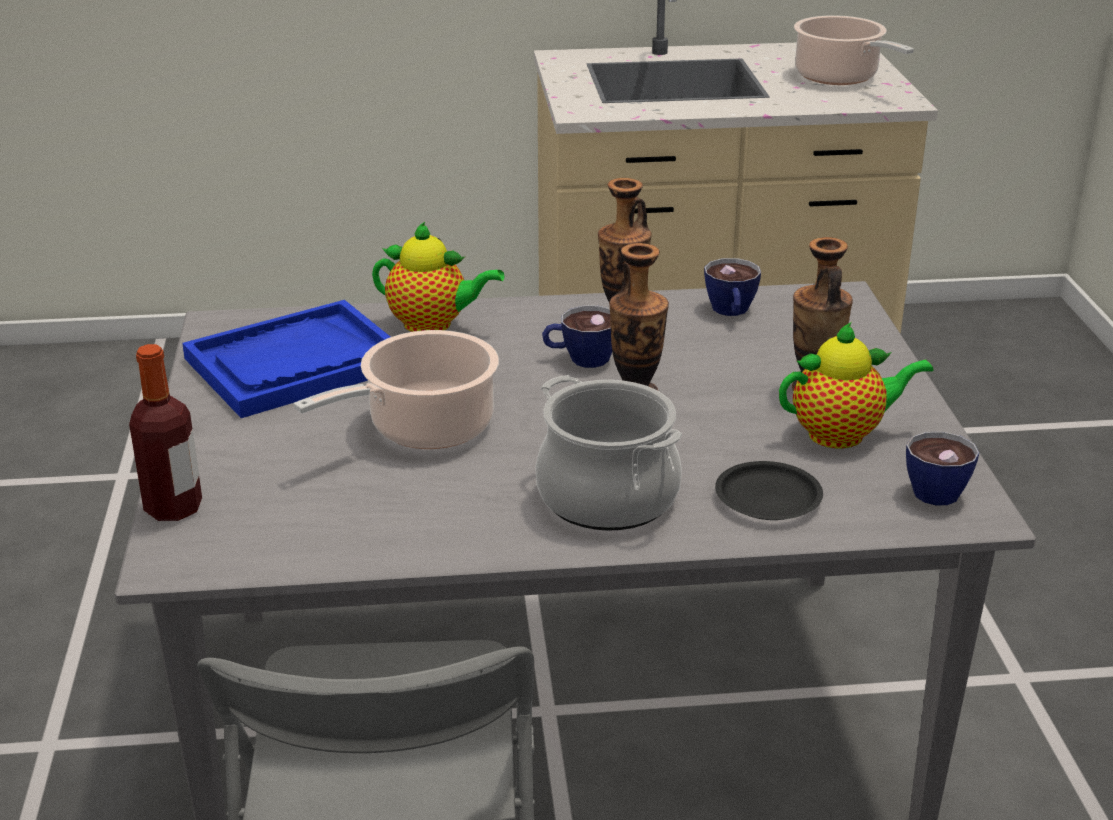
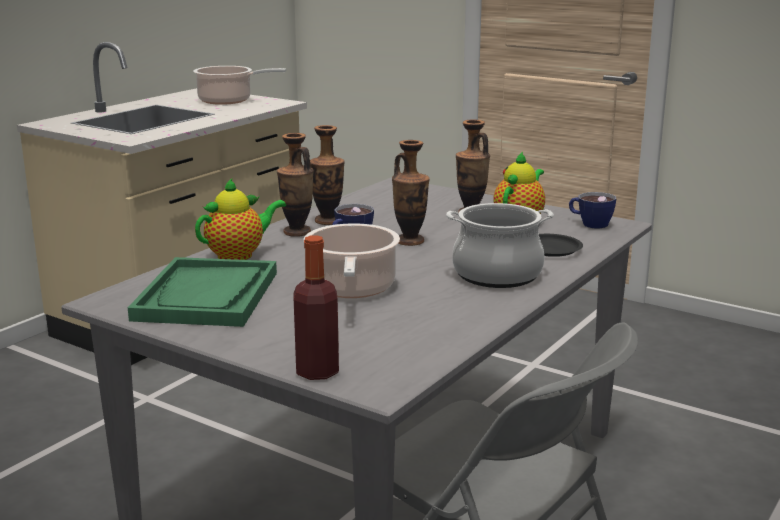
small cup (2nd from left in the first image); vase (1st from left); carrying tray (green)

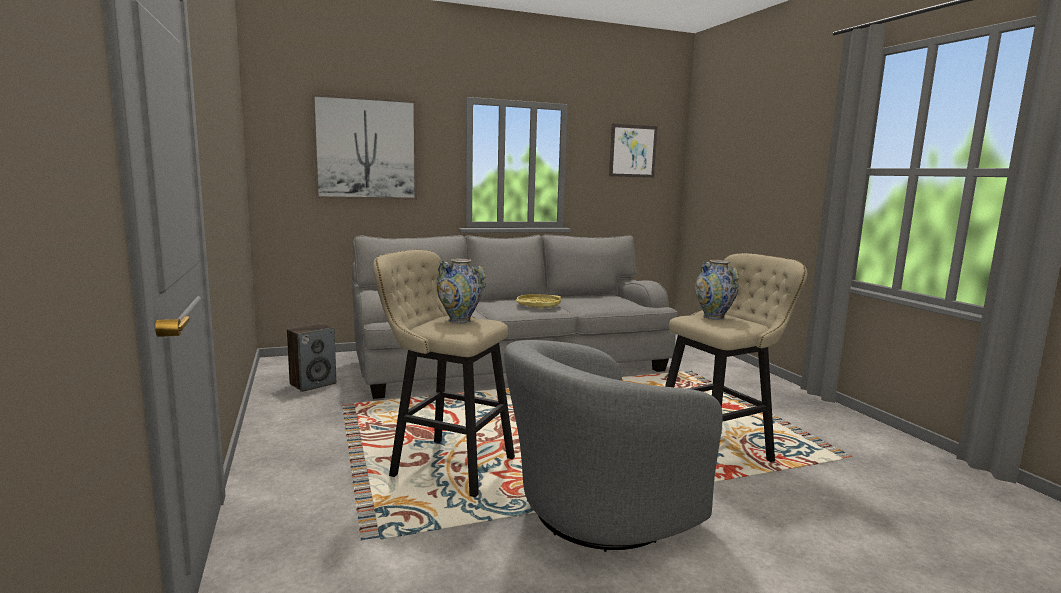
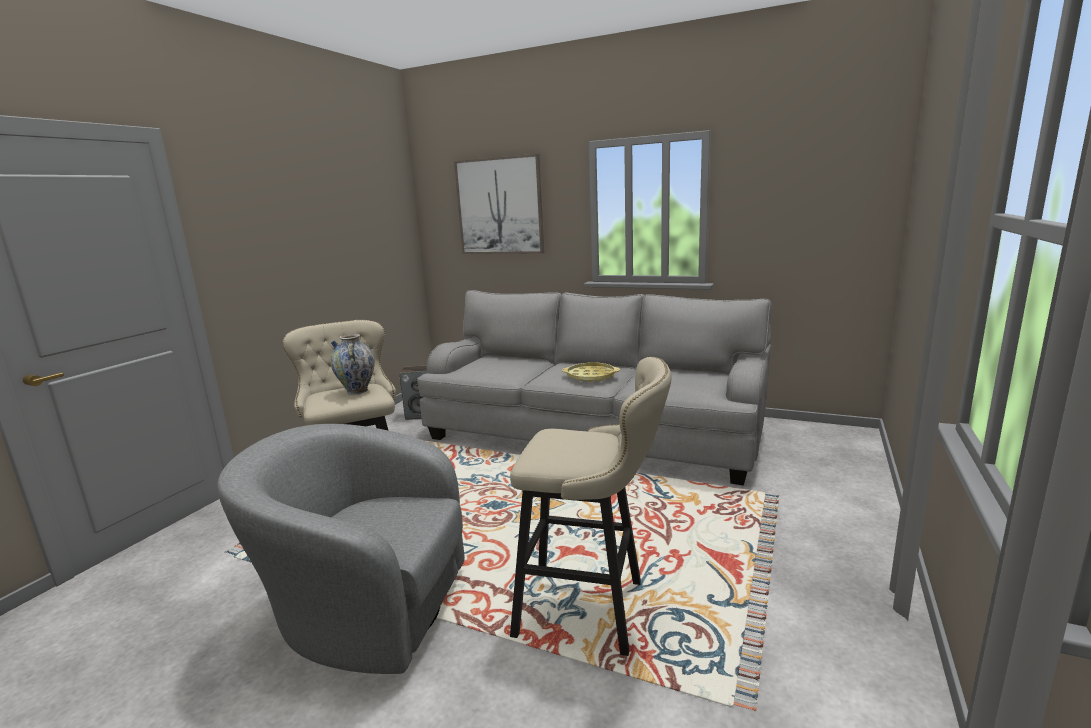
picture (2nd from left in the first image); vase (2nd from left in the first image)

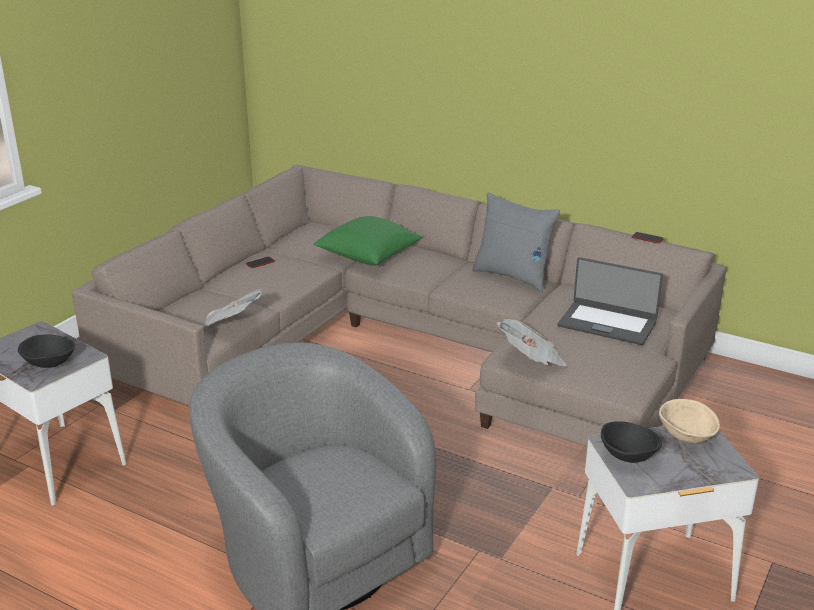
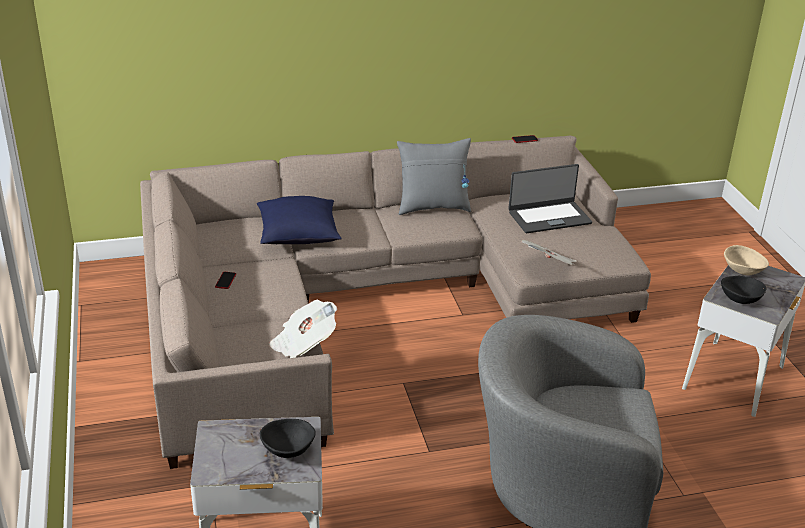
cushion (blue-coloured)

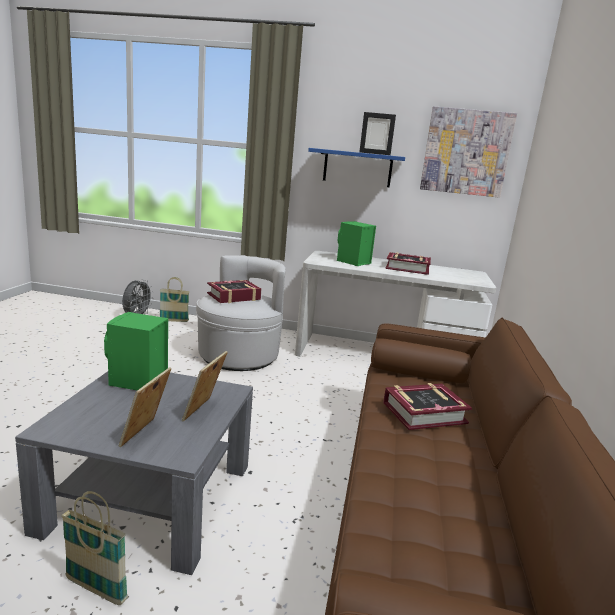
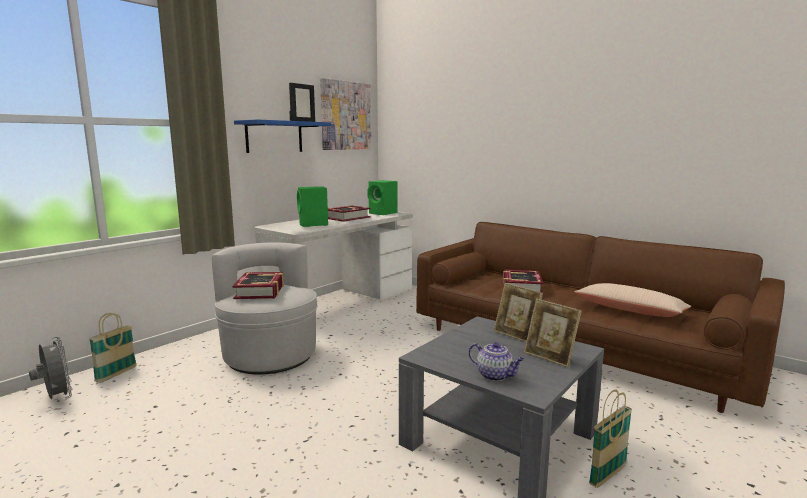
tea pot; cushion (beige); speaker (green) (2nd from left)

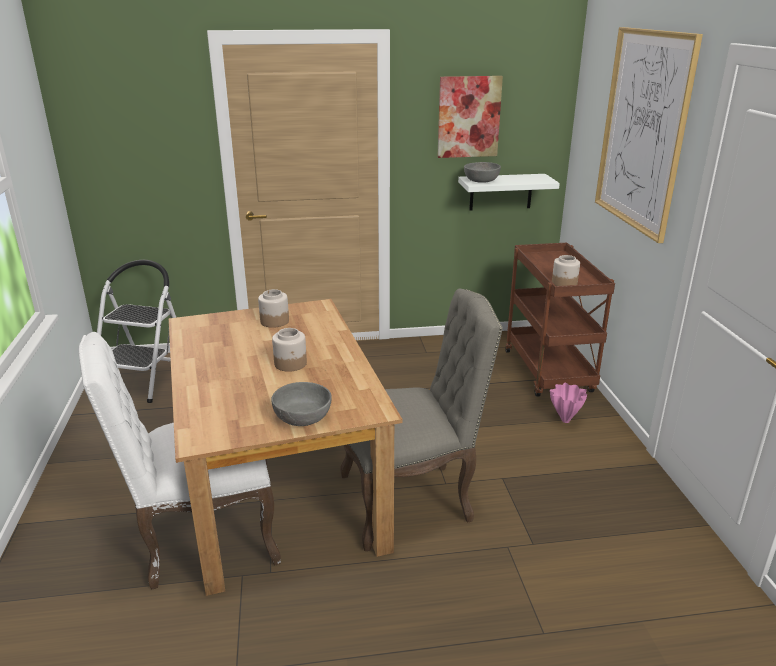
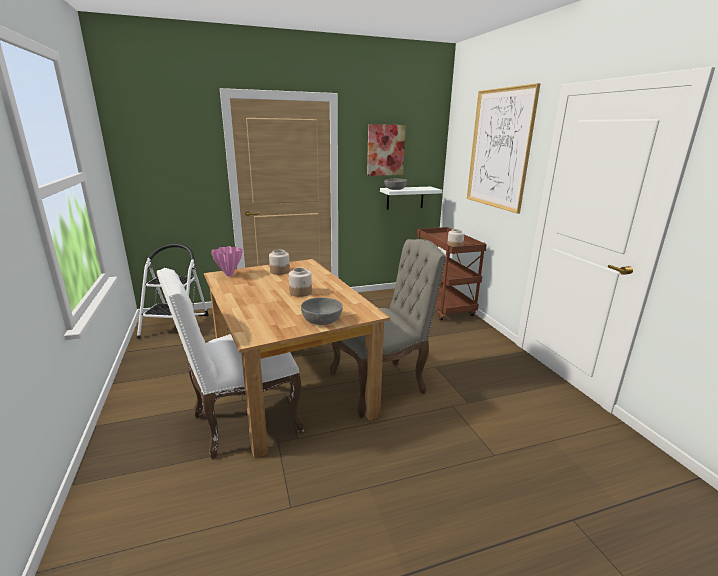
vase (pink)

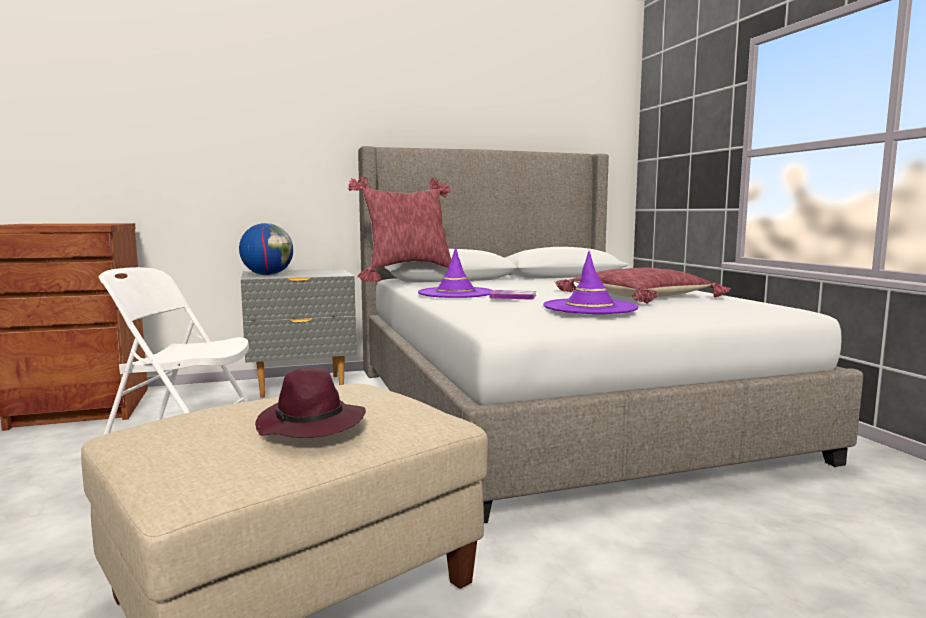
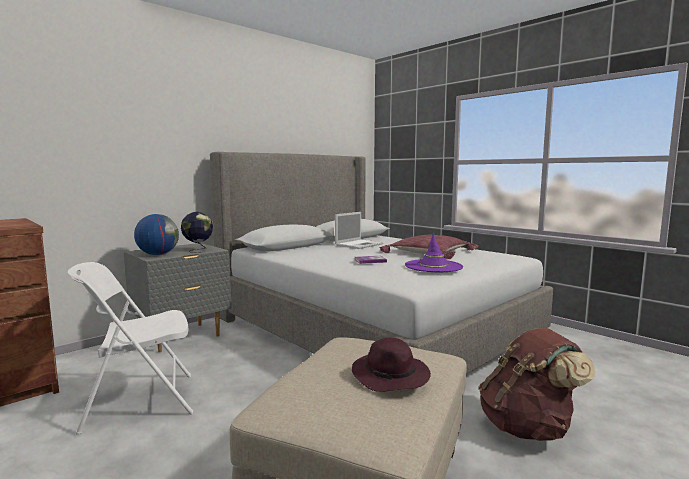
cushion (reddish) (1st from left in the first image); hat (purple) (2nd from left in the first image); world globe (2nd from left); portable computer; backpack (brown-coloured)

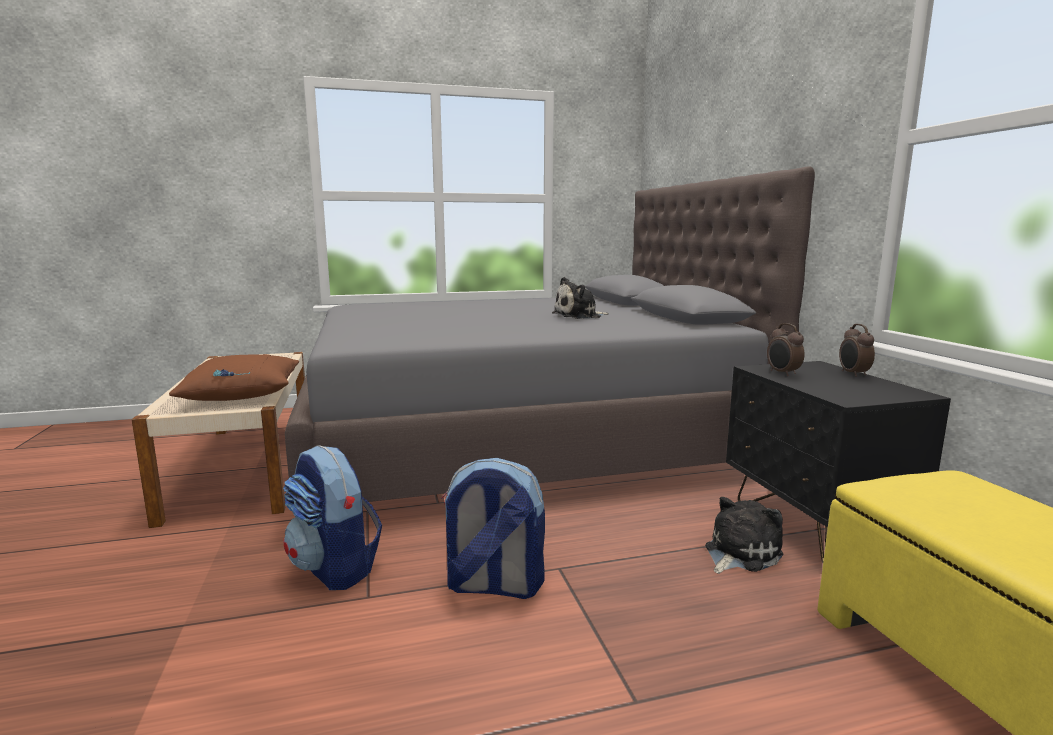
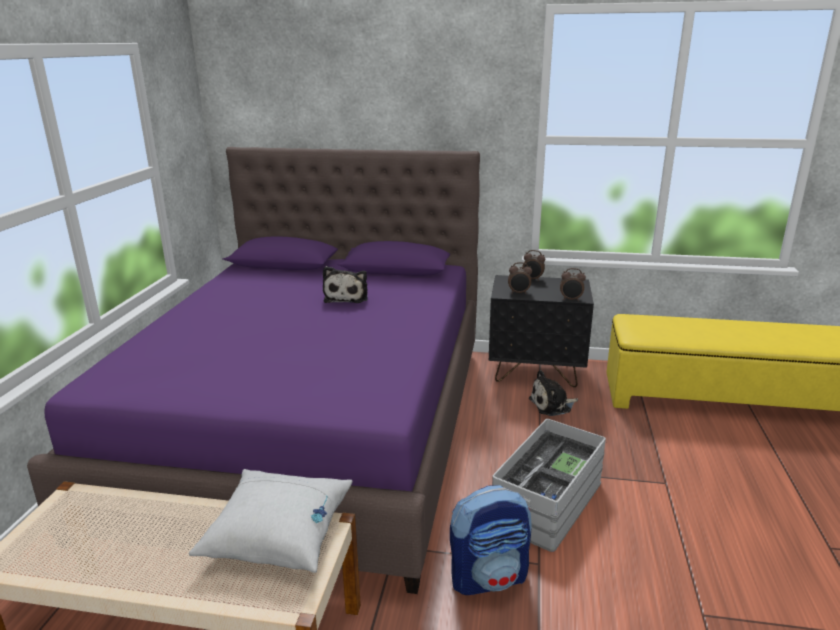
alarm clock (3rd from left); storage container (grey); cushion (grey); bedroom bed (purple); plush toy (2nd from left)

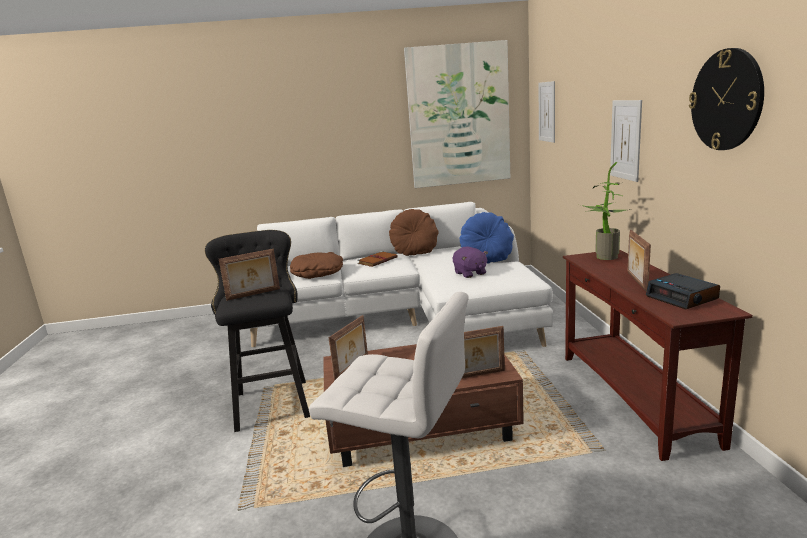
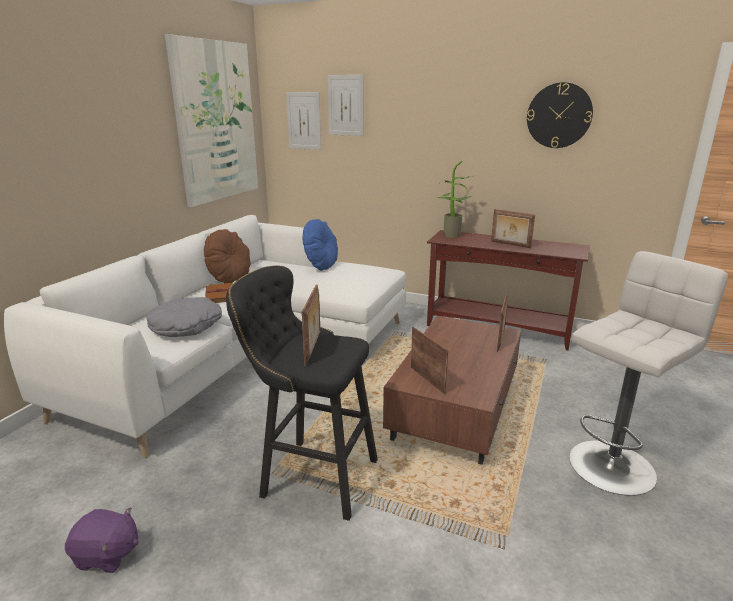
alarm clock; plush toy (purple); picture (3rd from left); cushion (grey)

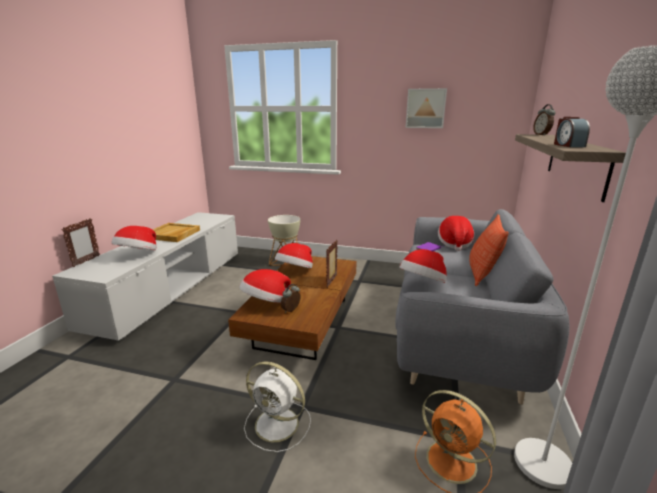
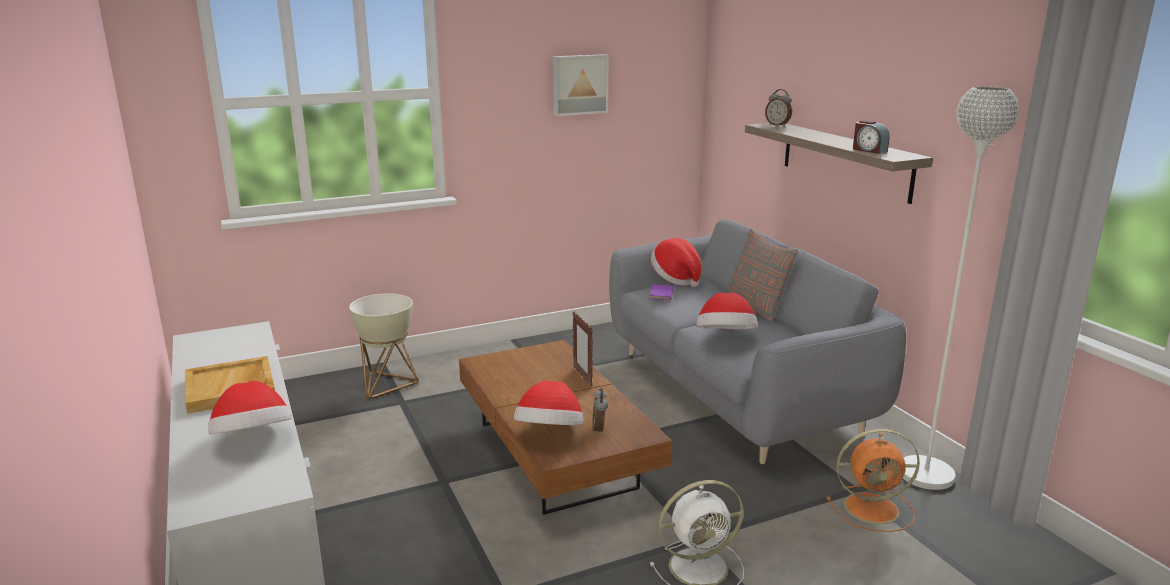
standing frame (1st from left in the first image); hat (3rd from left in the first image); cushion (grey)

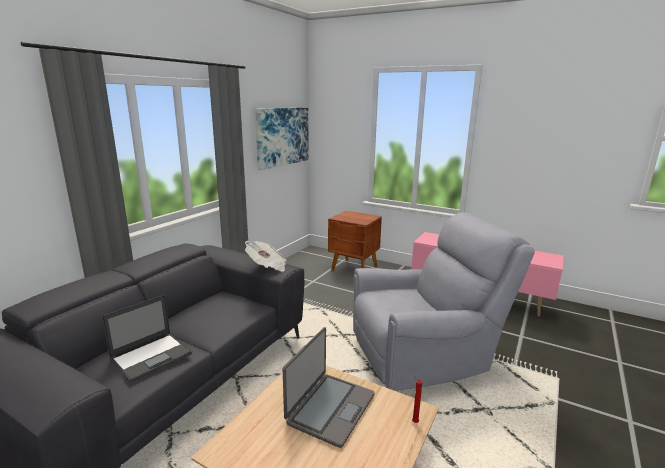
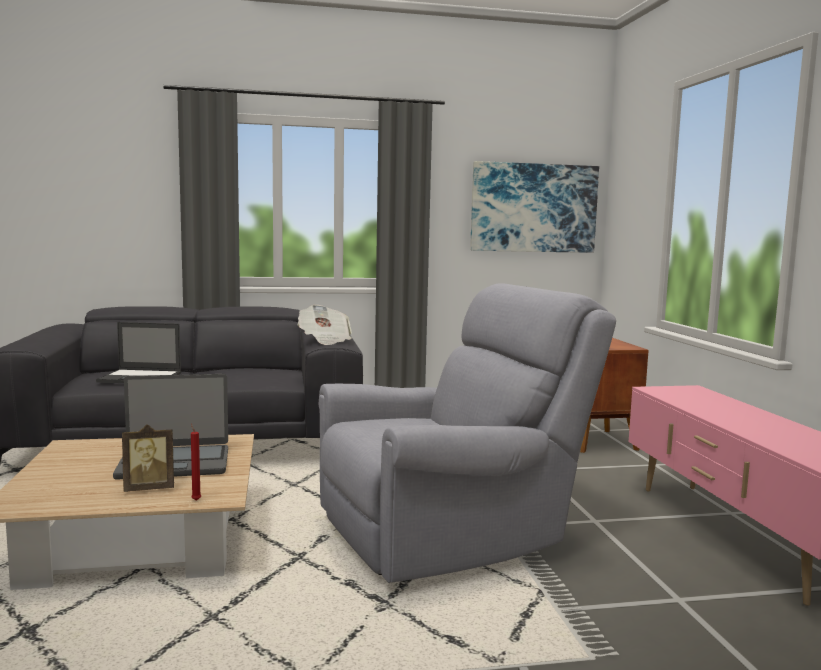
standing frame; armchair (grey)

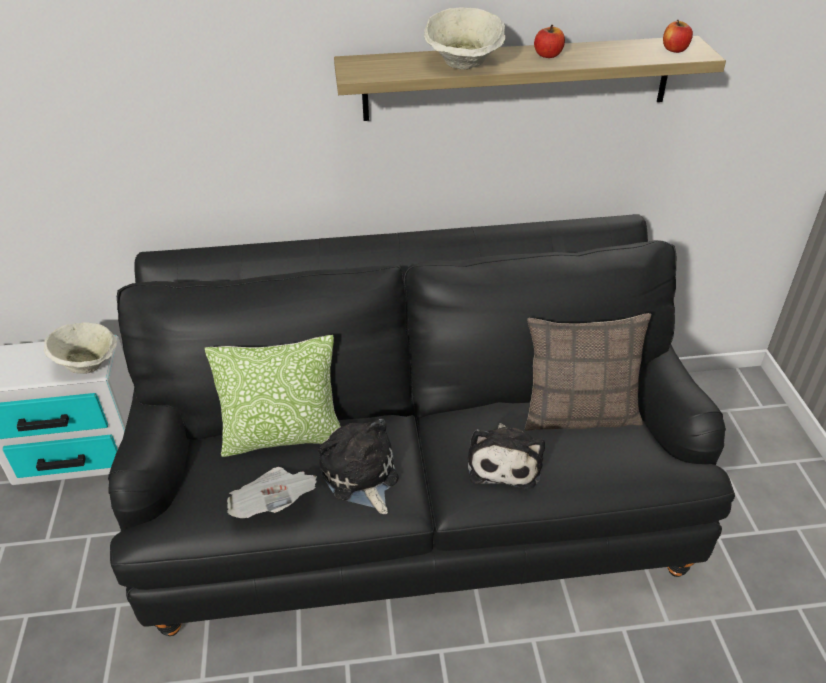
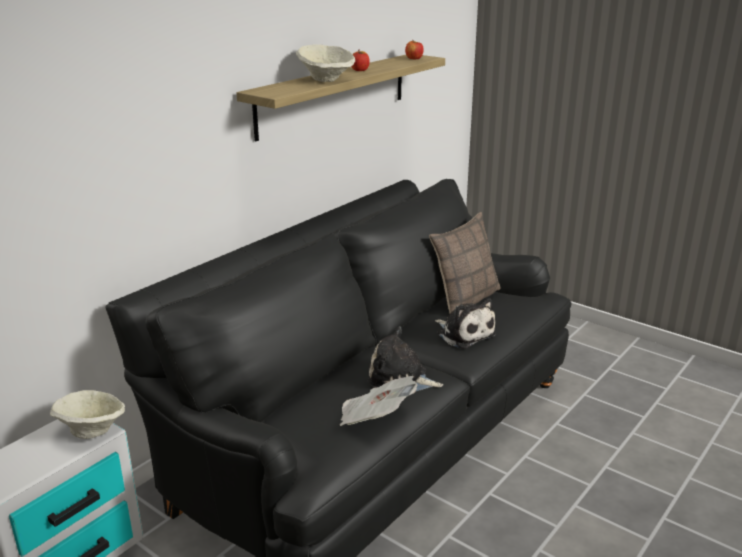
cushion (1st from left in the first image)

